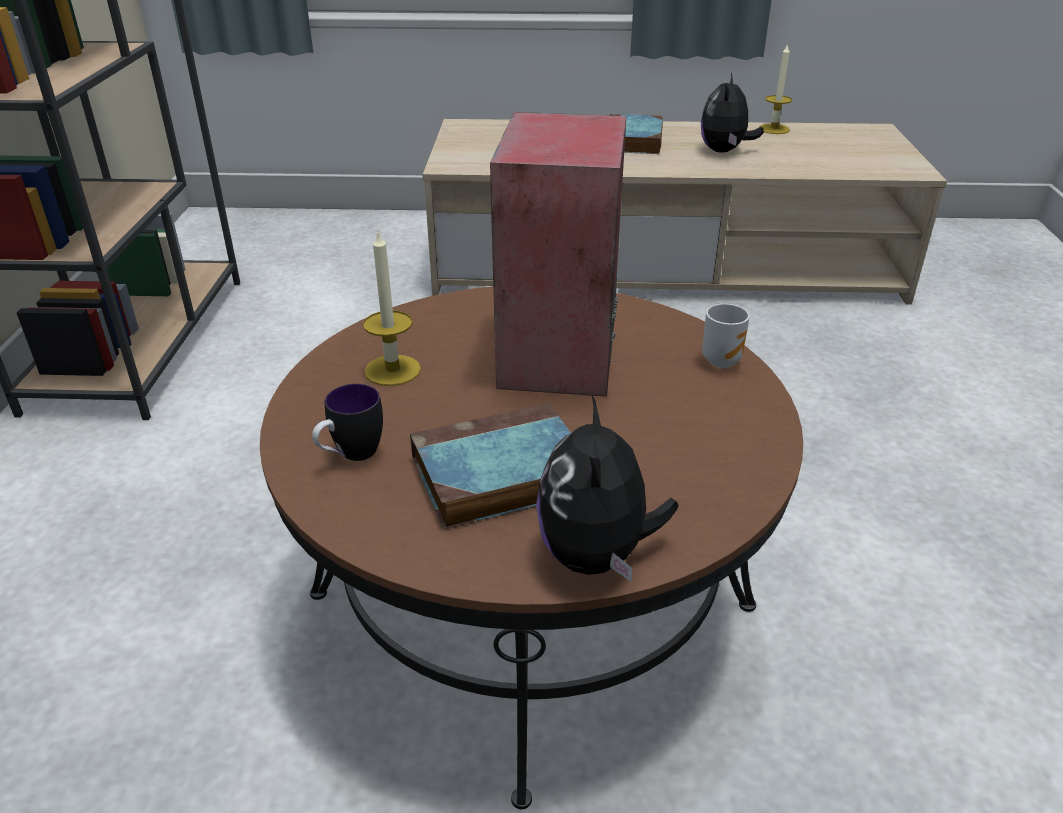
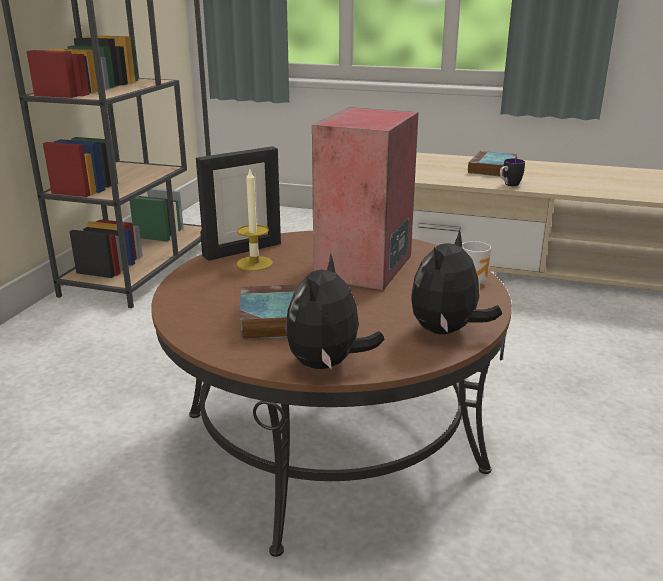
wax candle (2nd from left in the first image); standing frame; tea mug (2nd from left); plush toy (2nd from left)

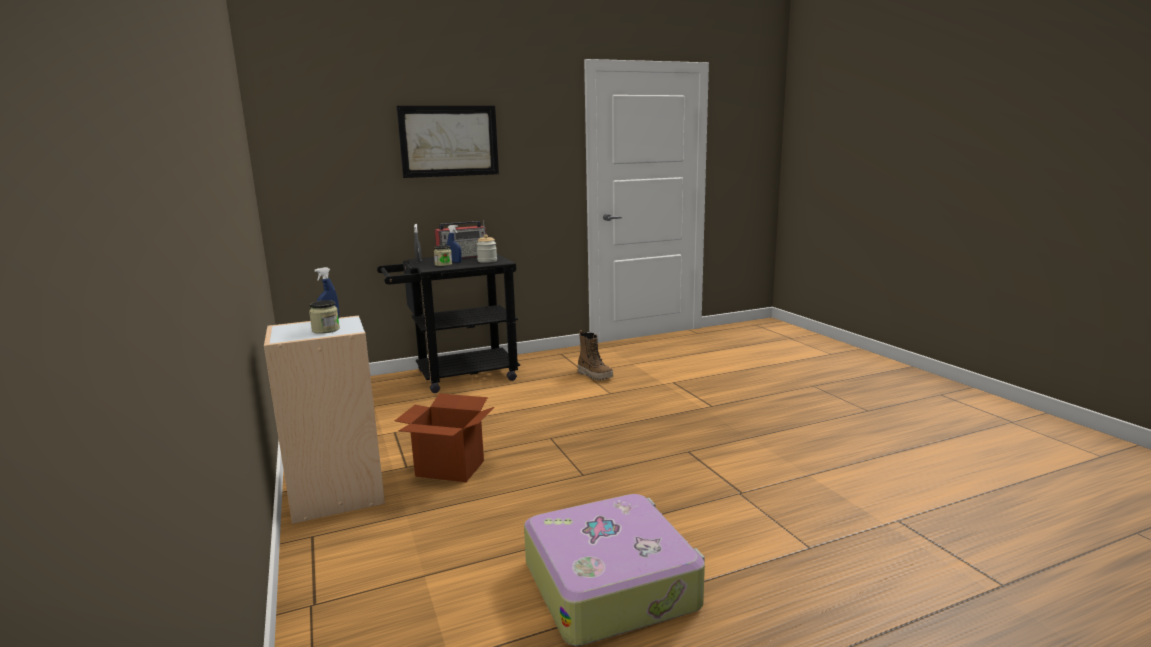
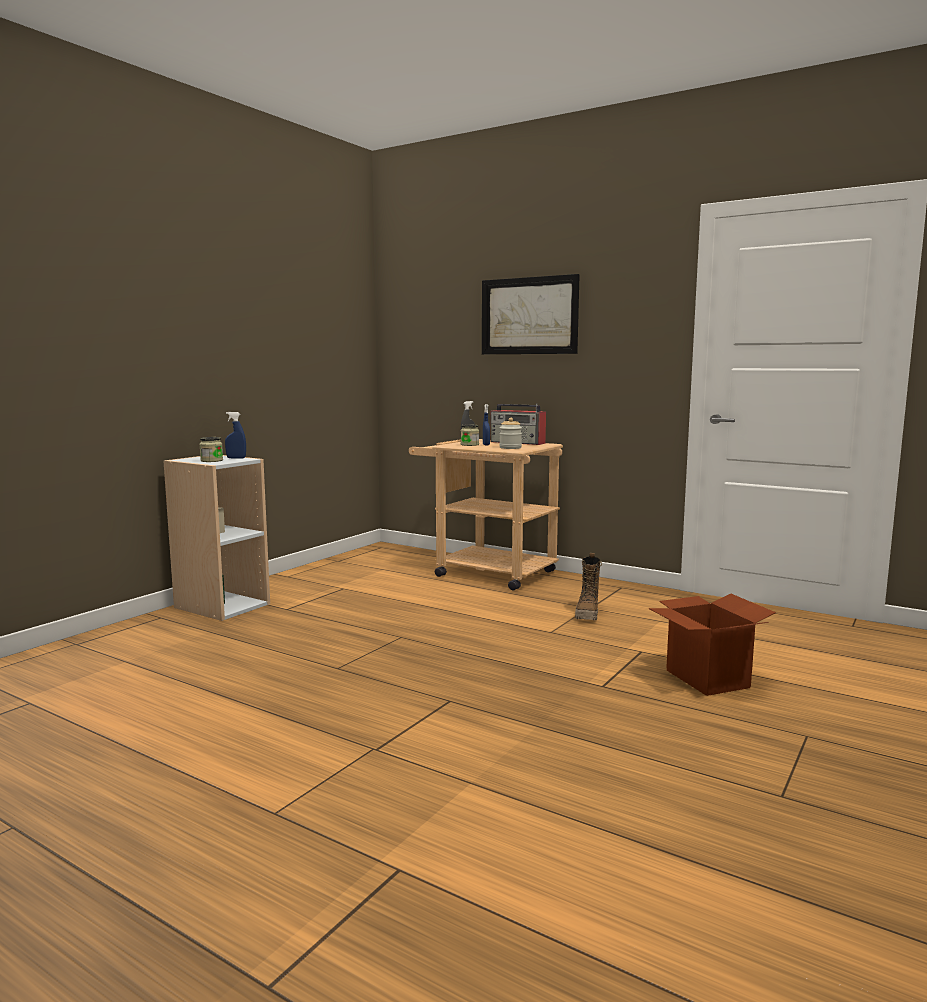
travel case; packing box; cart (beige)

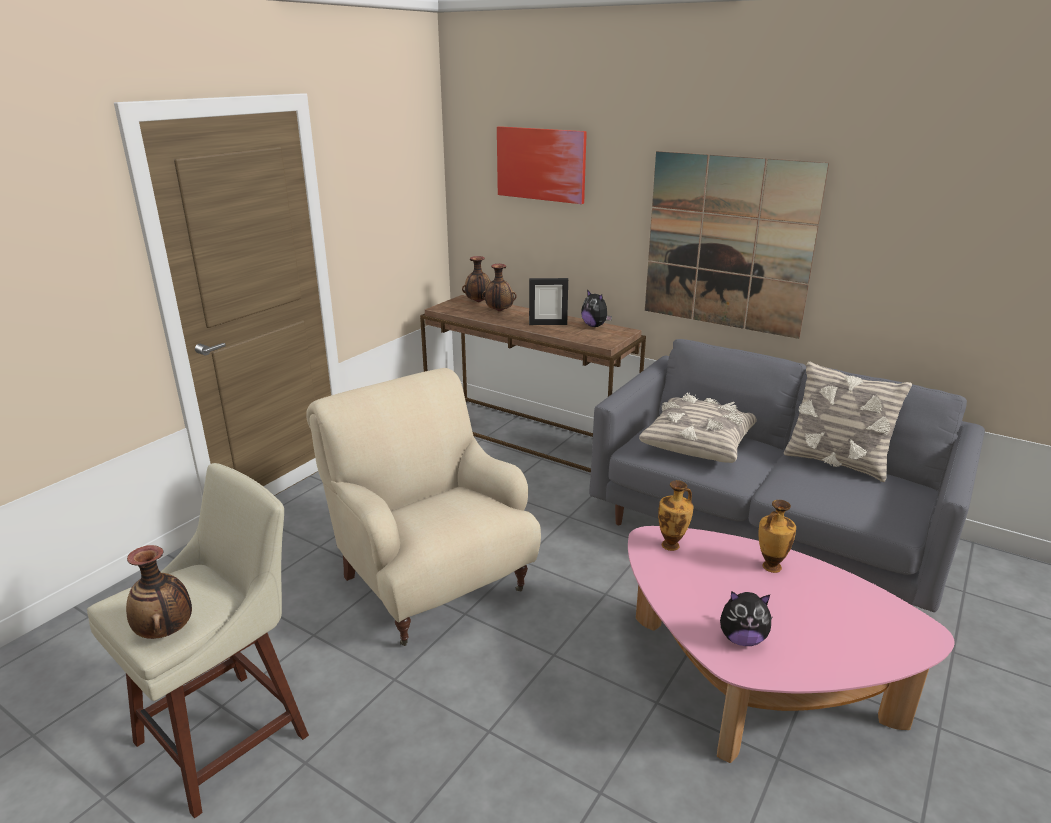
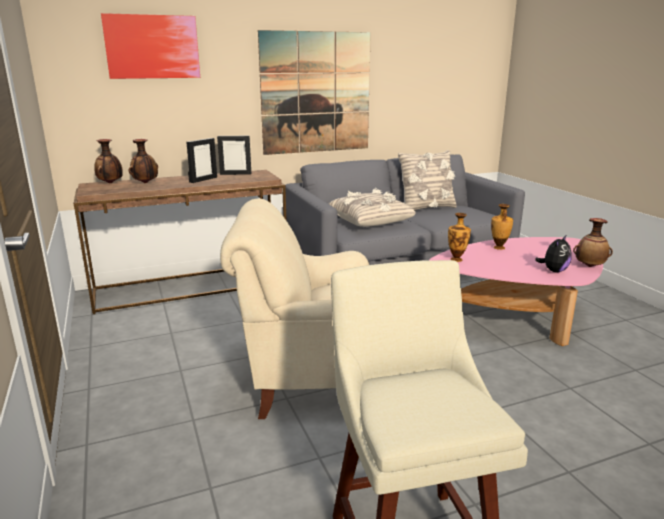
vase (5th from left); standing frame (2nd from left)

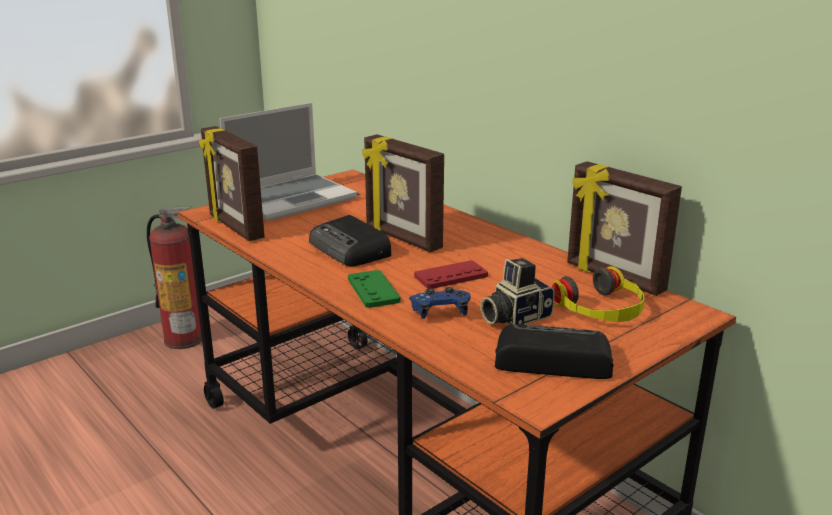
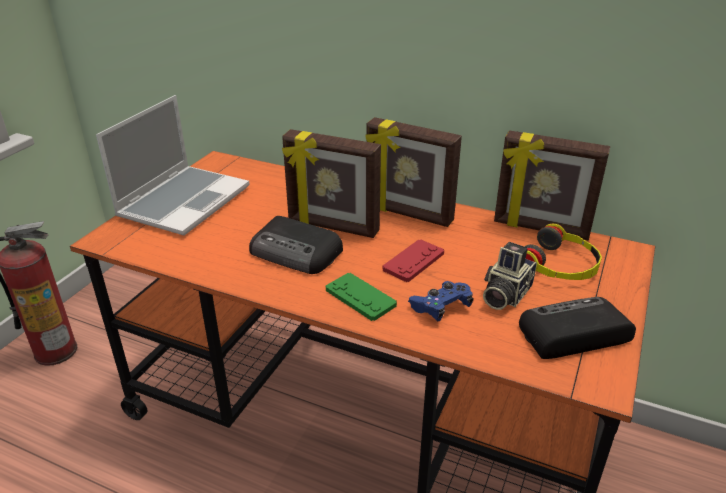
standing frame (2nd from left)

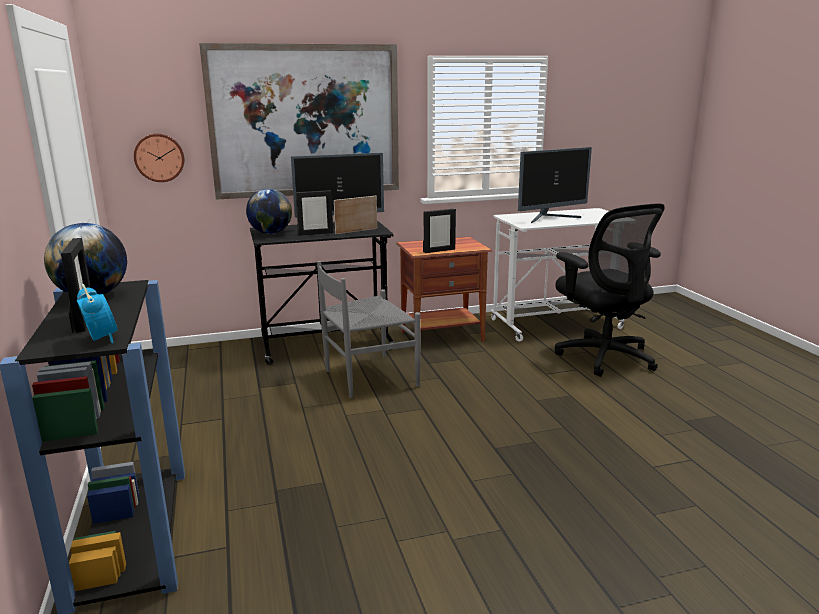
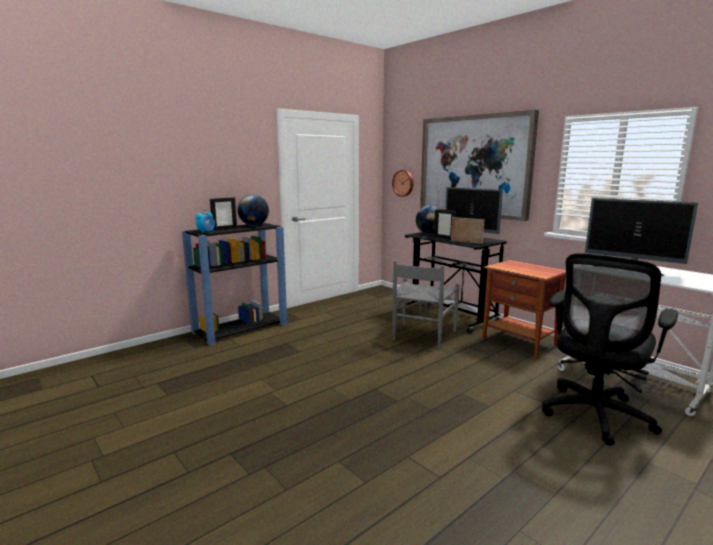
standing frame (4th from left in the first image); chair (grey)

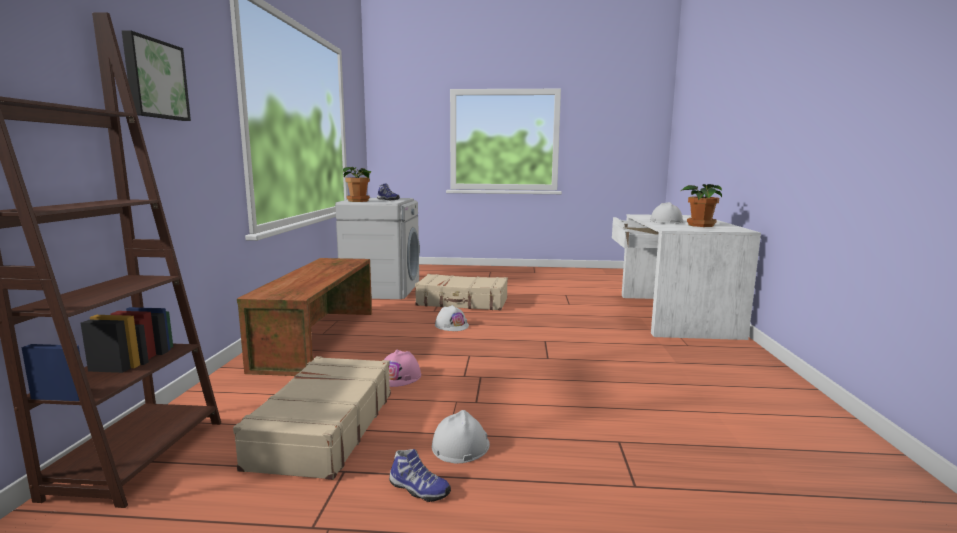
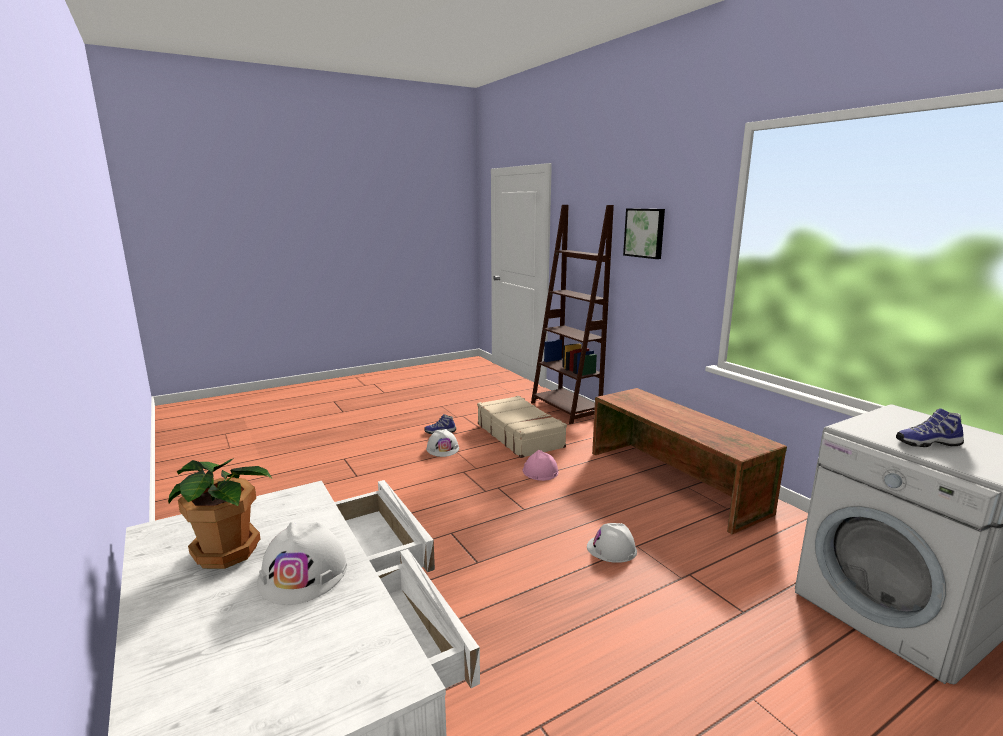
plant in a pot (1st from left in the first image); travel case (beige) (2nd from left in the first image)

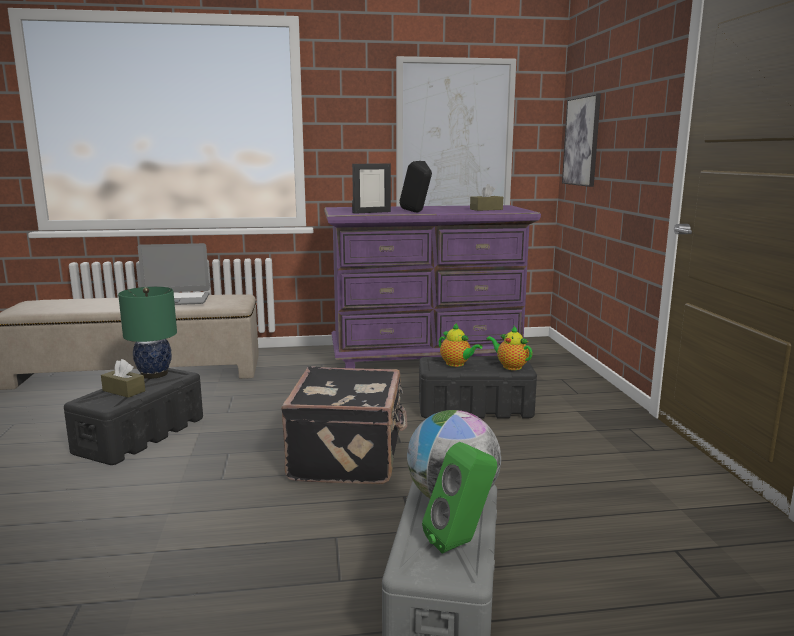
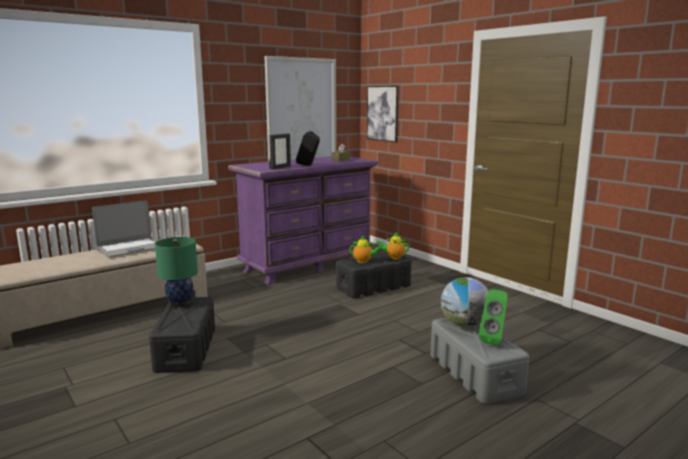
box of tissues (brown-coloured) (1st from left in the first image); travel case (blackish)

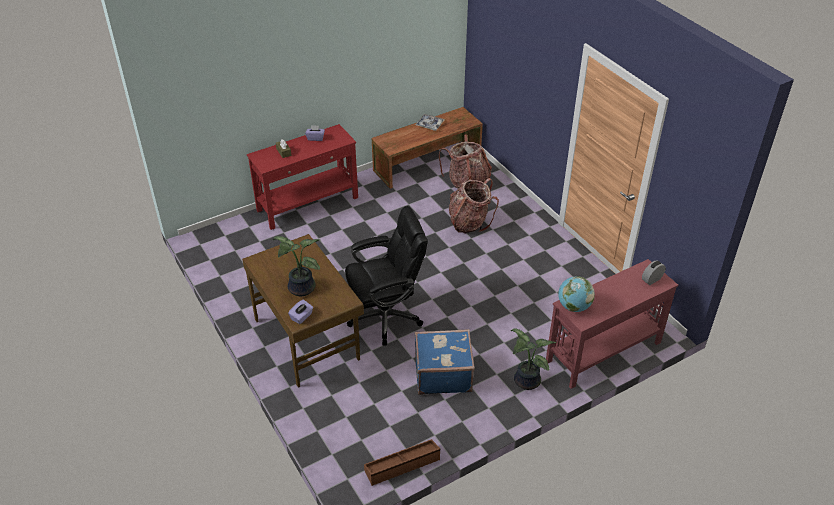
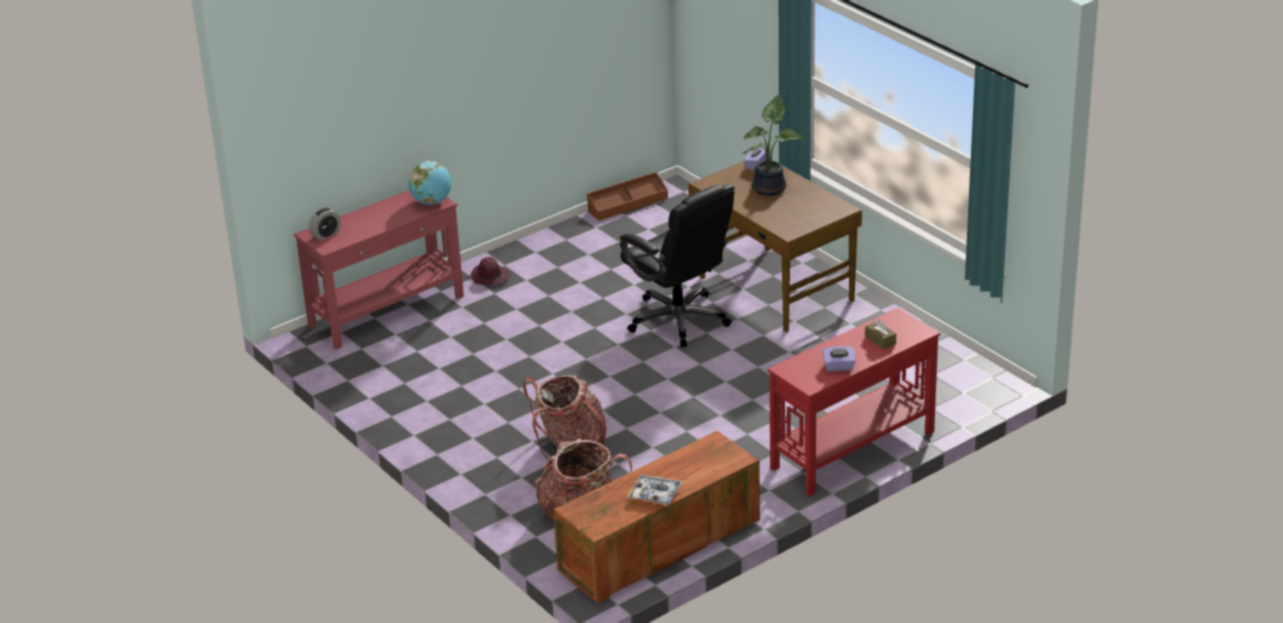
travel case (blue-coloured); hat (purple); office chair (blackish)

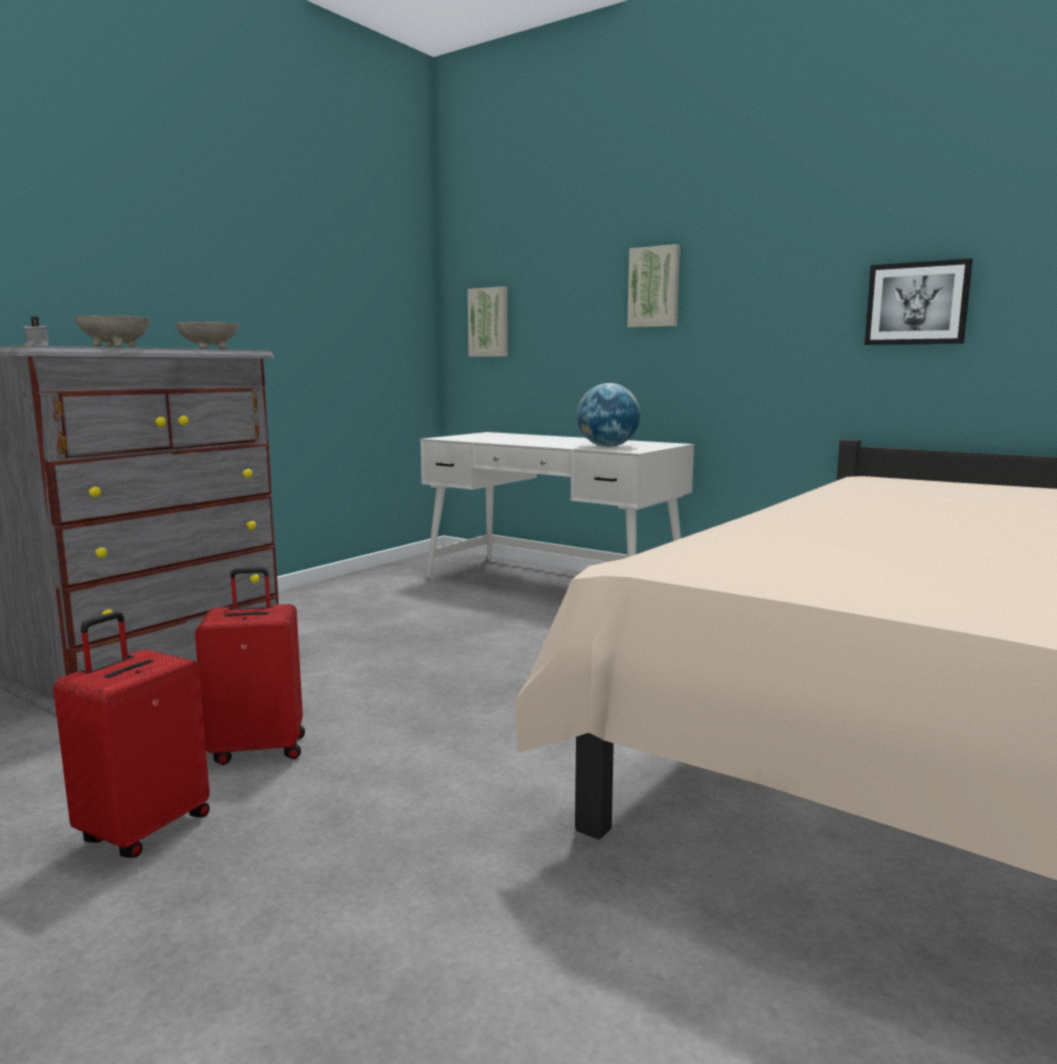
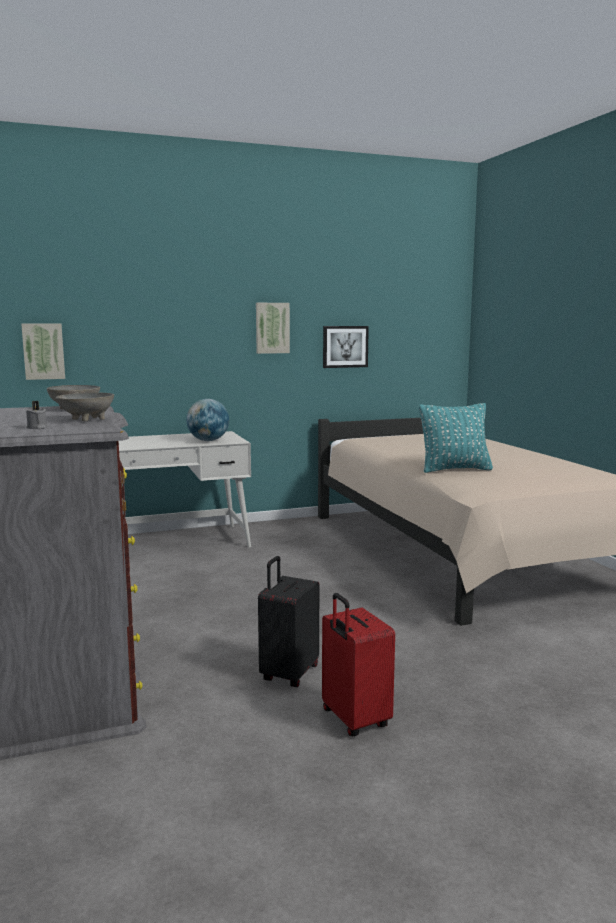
cushion (blue-green); picture (2nd from left); travel case (blackish)

